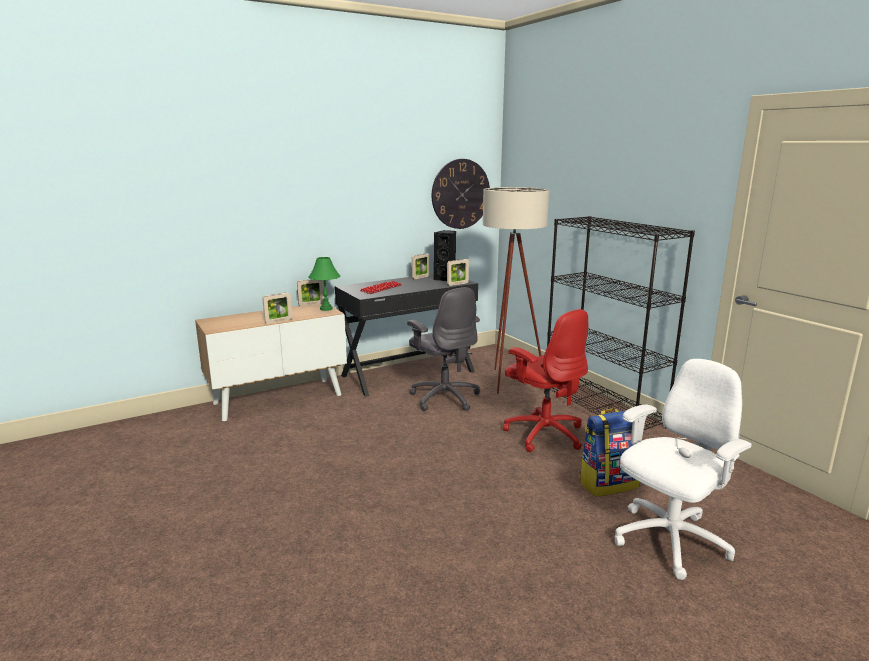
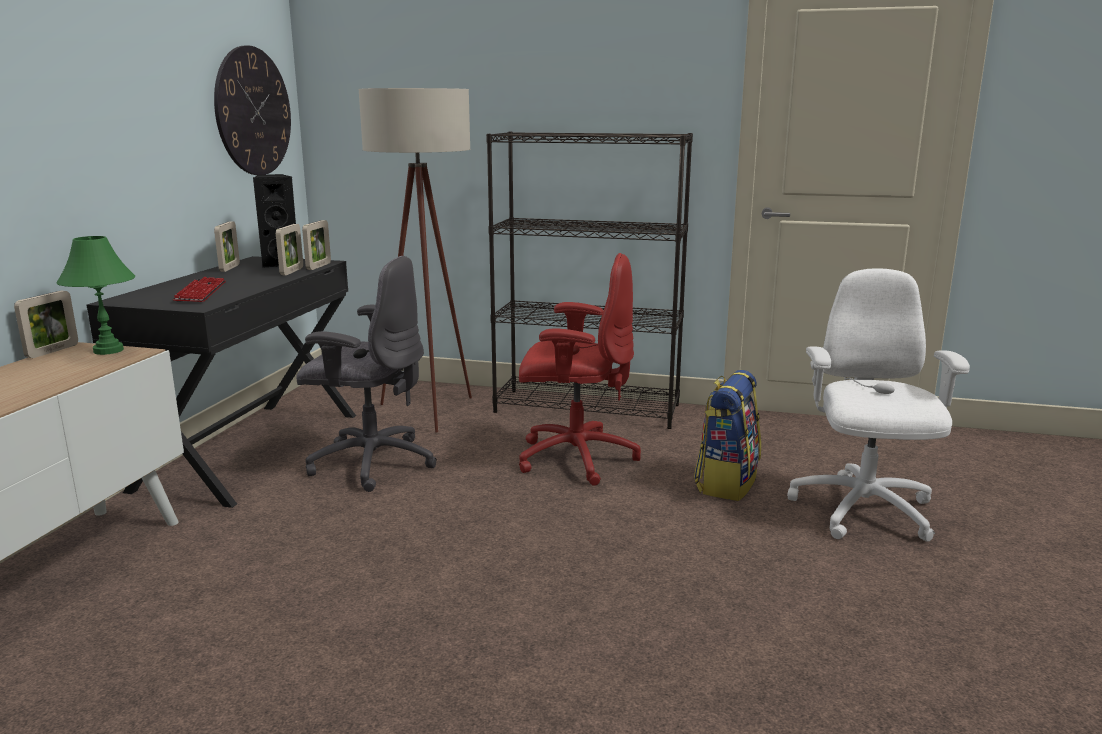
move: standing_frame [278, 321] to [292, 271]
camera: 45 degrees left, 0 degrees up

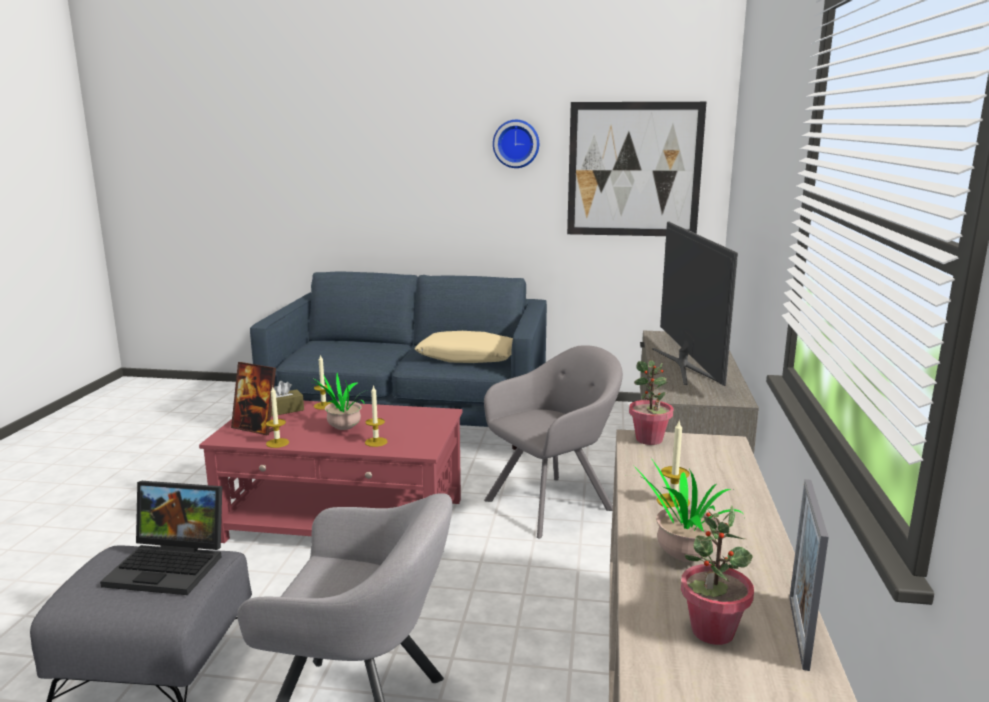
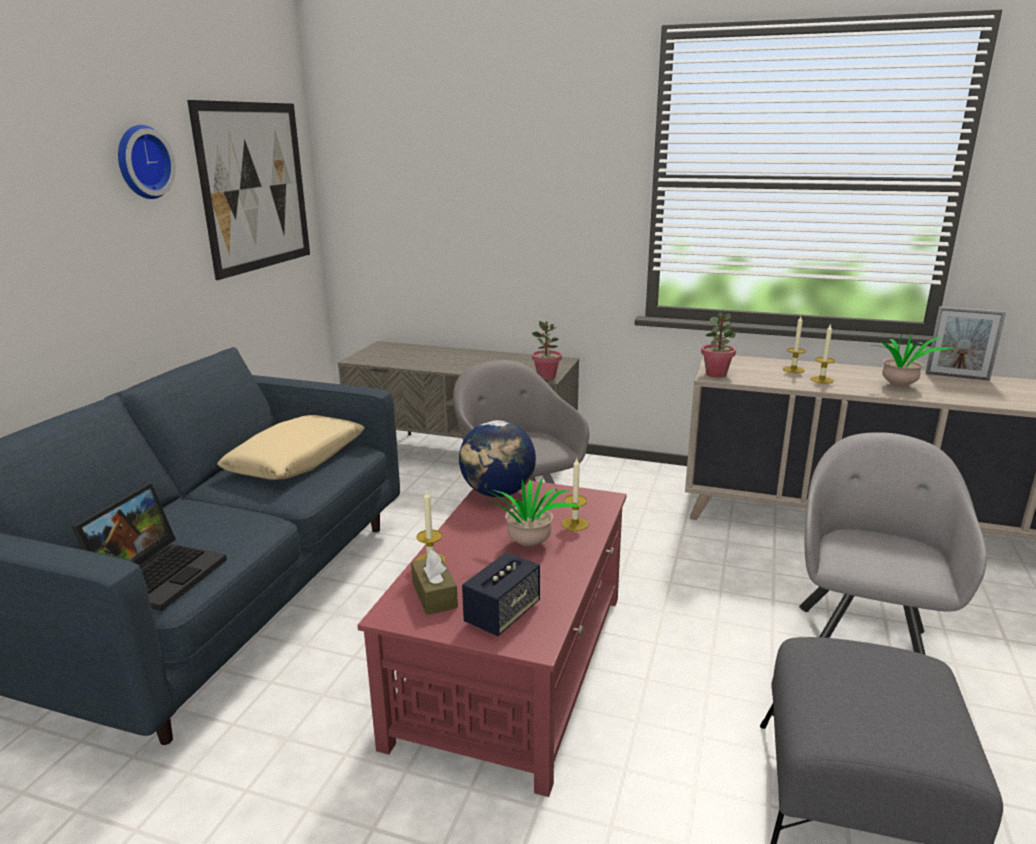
delete: TV [686, 365]
insert: world_globe [498, 493]
move: portable_computer [172, 565] to [160, 574]; wax_candle [277, 443] to [793, 370]; plant_in_a_pot [712, 631] to [546, 377]
replace: standing_frame [256, 428] to audio_speaker [502, 614]
camera: 80 degrees left, 5 degrees up

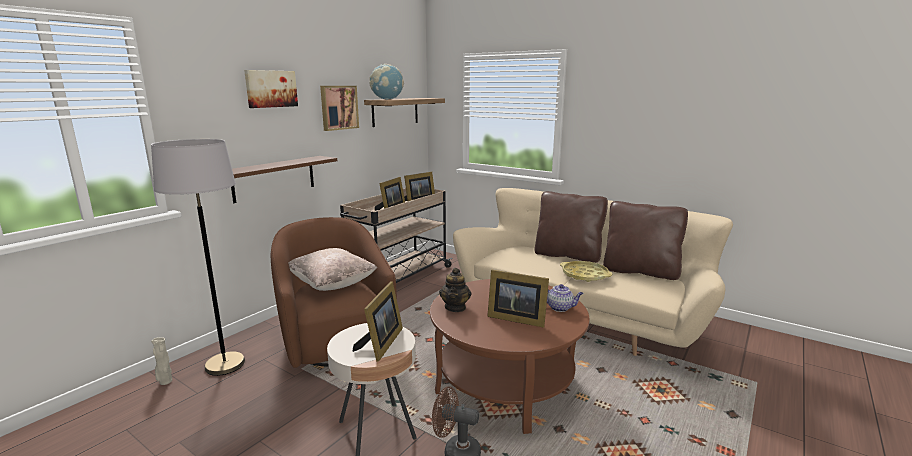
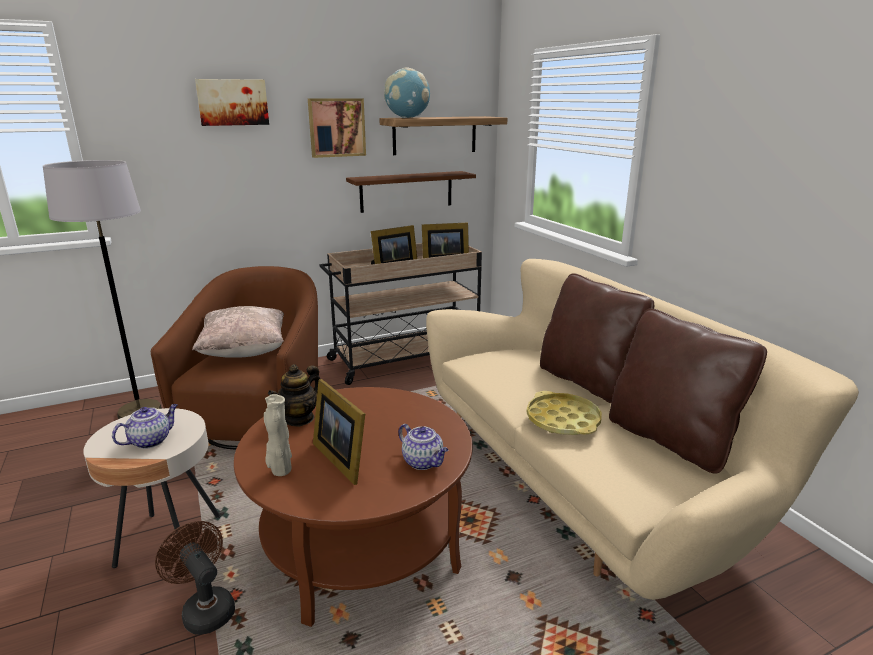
move: sand-coloured_flower_vase [165, 382] to [280, 471]; brown_bracket_shelf [274, 178] to [406, 191]
replace: standing_frame [381, 344] to pot_for_tea [151, 440]
camera: 30 degrees right, 5 degrees up

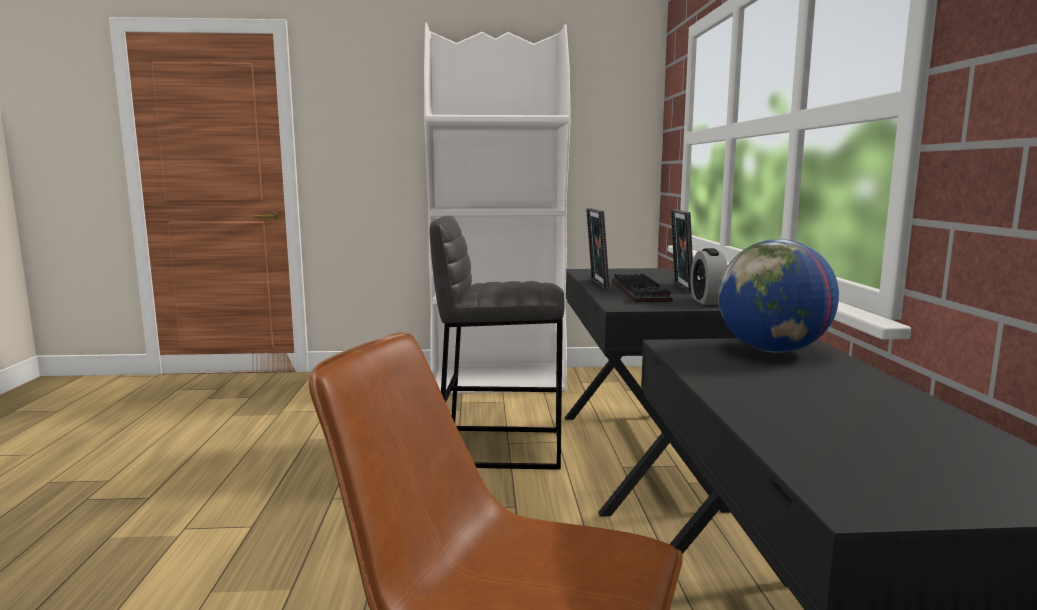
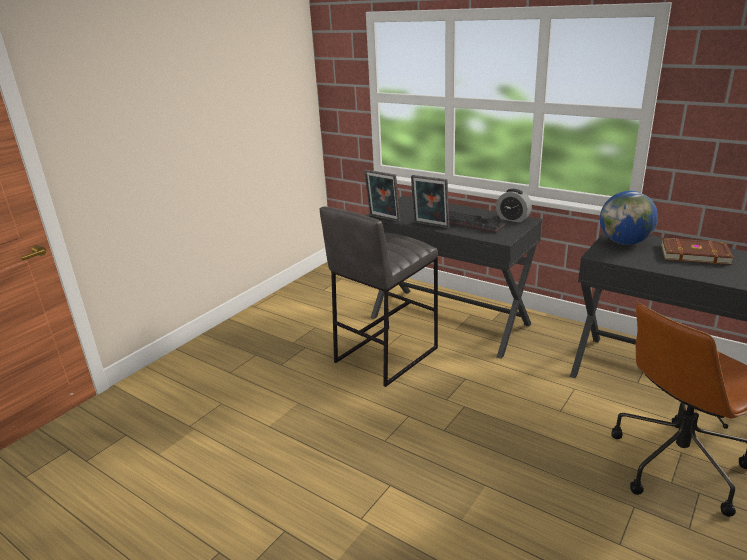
delete: white-coloured_bookshelf [499, 380]
insert: brown_book [694, 253]
move: standing_frame [680, 288] to [383, 218]
camera: 50 degrees left, 15 degrees up

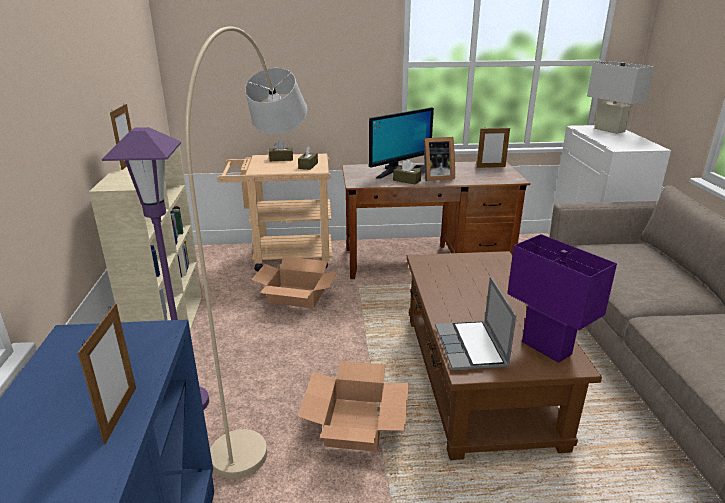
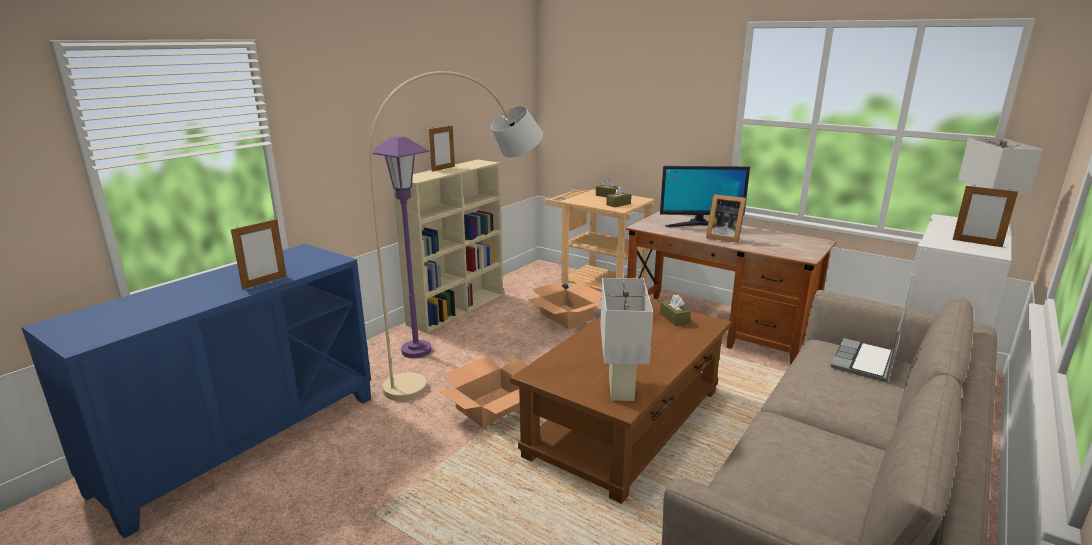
move: brown_box_of_tissues [406, 180] to [674, 318]; portable_computer [472, 347] to [865, 362]; standing_frame [491, 167] to [977, 243]
recolor: purple-coloured_lamp_for_a_table [546, 348] to white-coloured_lamp_for_a_table [621, 389]
camera: 40 degrees right, 5 degrees down

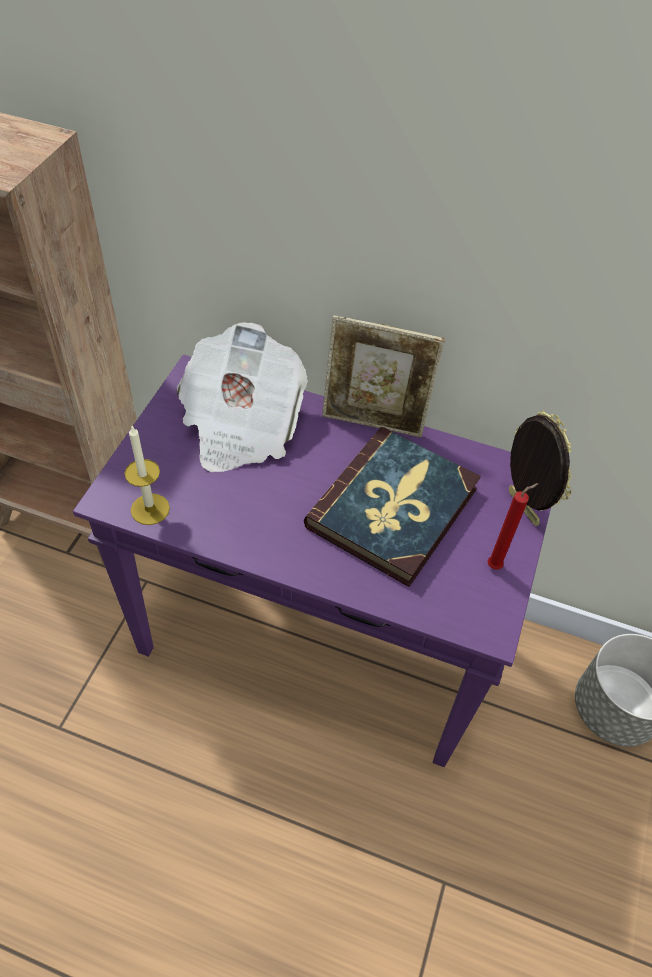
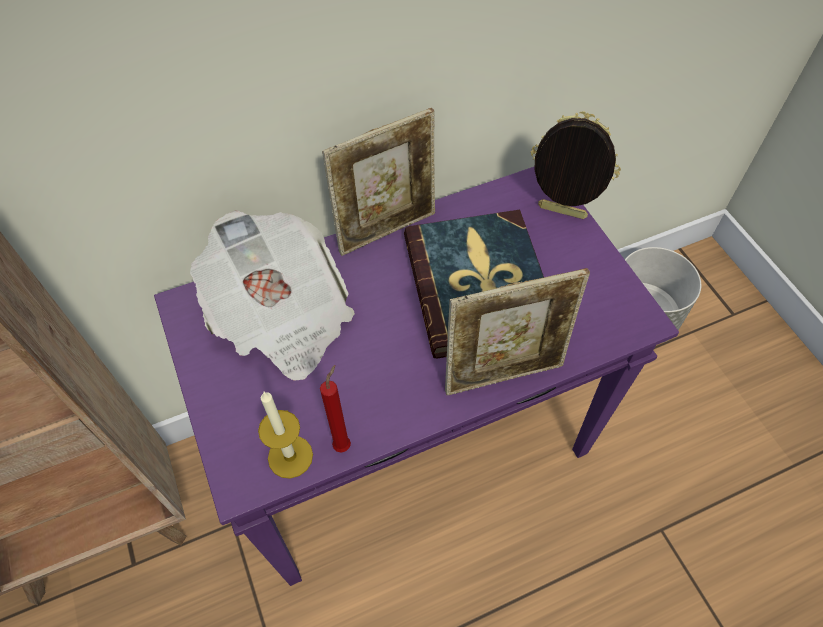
insert: standing_frame [503, 373]
move: red_wax_candle [496, 565] to [343, 444]
camera: 40 degrees left, 5 degrees up

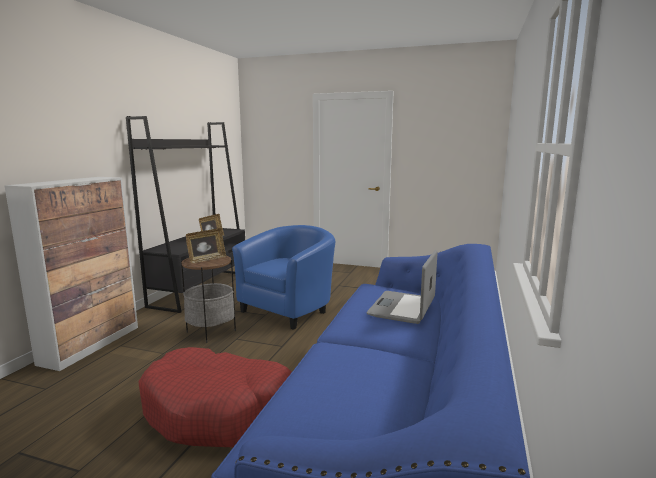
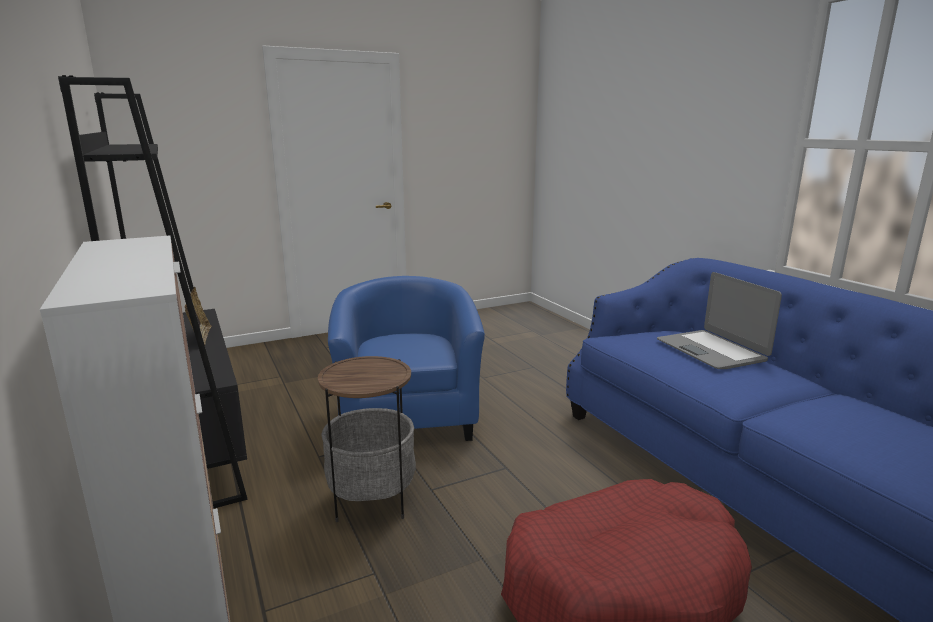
delete: standing_frame [206, 259]
camera: 45 degrees left, 5 degrees up

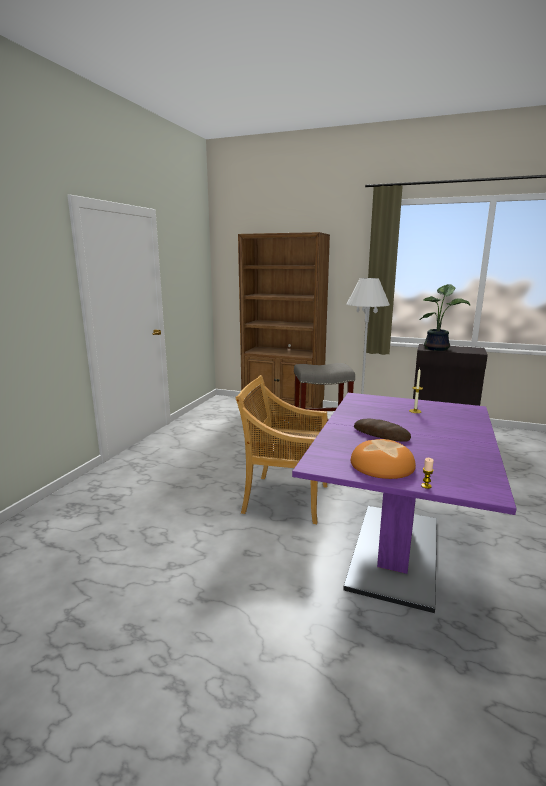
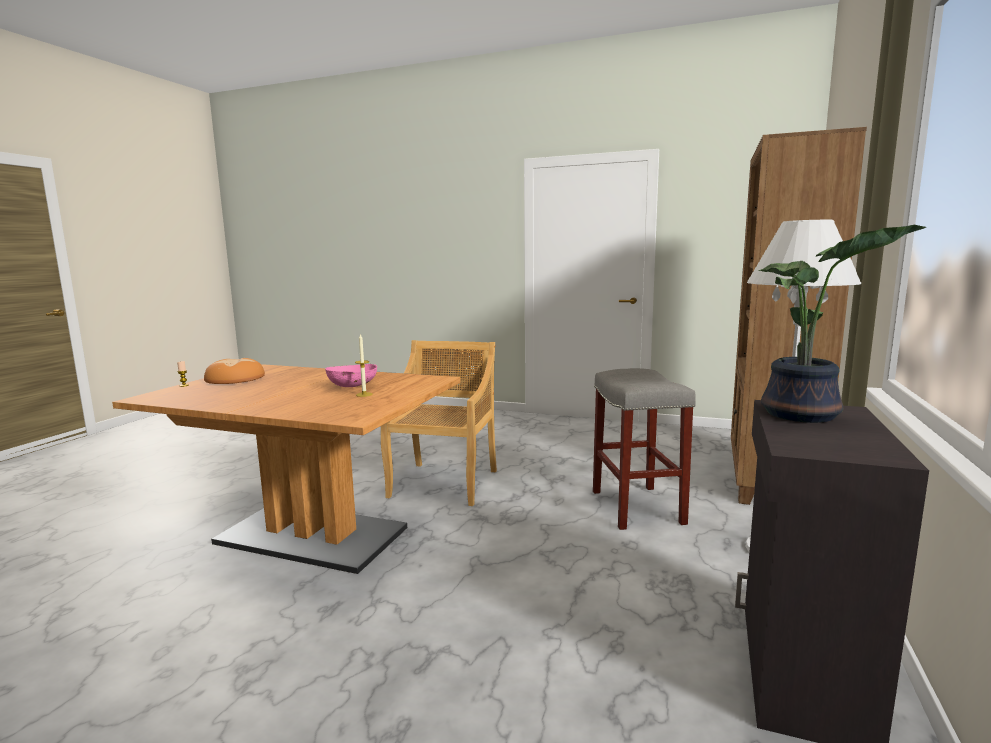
delete: bakery_bread [381, 434]
insert: pinkish_serving_bowl [352, 386]
recolor: purple-coloured_dinner_table [395, 552] to brown_dinner_table [311, 536]
camera: 90 degrees right, 5 degrees down

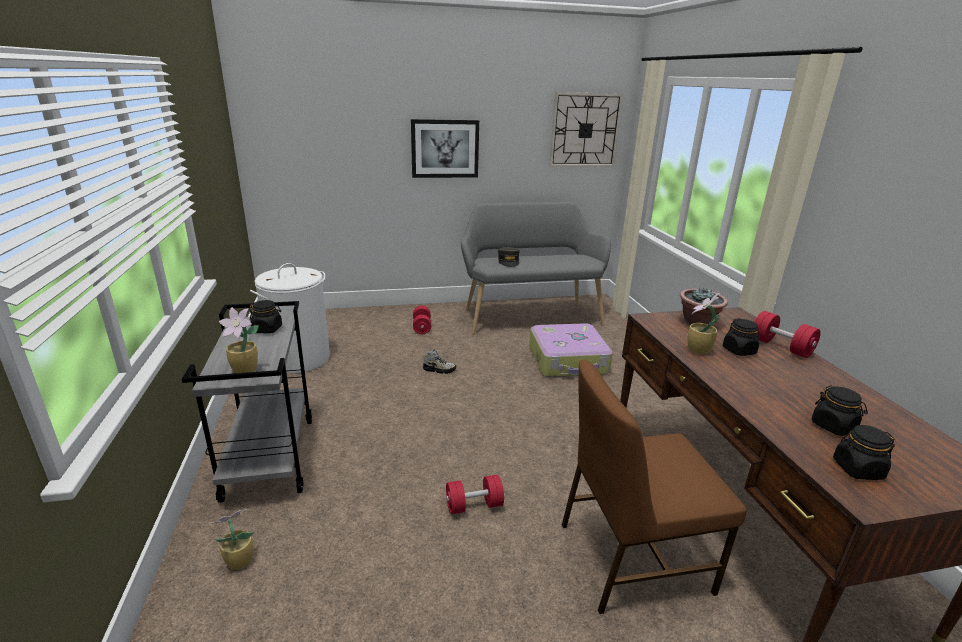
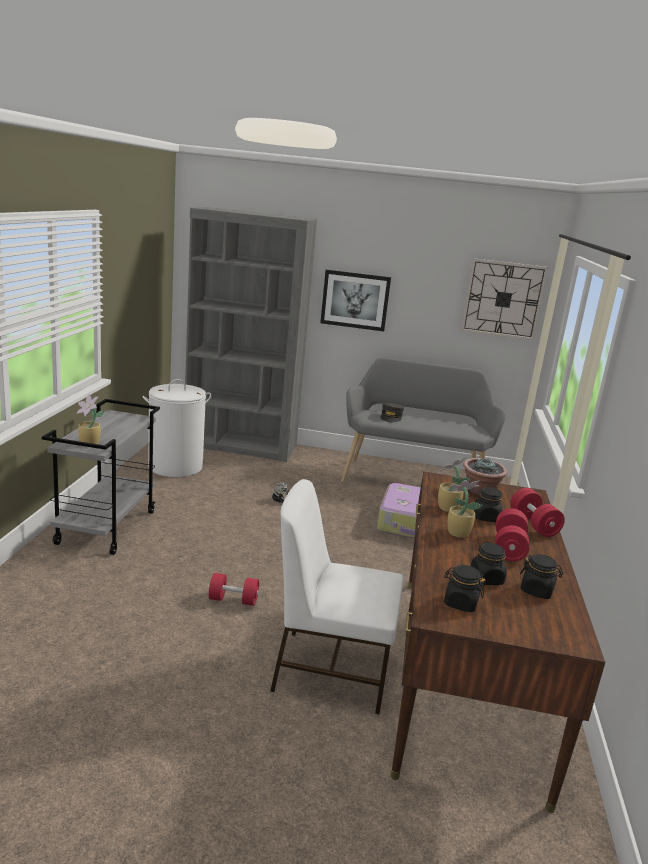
insert: gray_bookshelf [241, 446]
move: plant_in_a_pot [238, 561] to [457, 533]; black_preserve_jar [267, 329] to [537, 591]; red_dumbbell [422, 327] to [509, 548]
recolor: brown_upright_chair [630, 557] to white-coloured_upright_chair [330, 669]
camera: 20 degrees right, 5 degrees down

